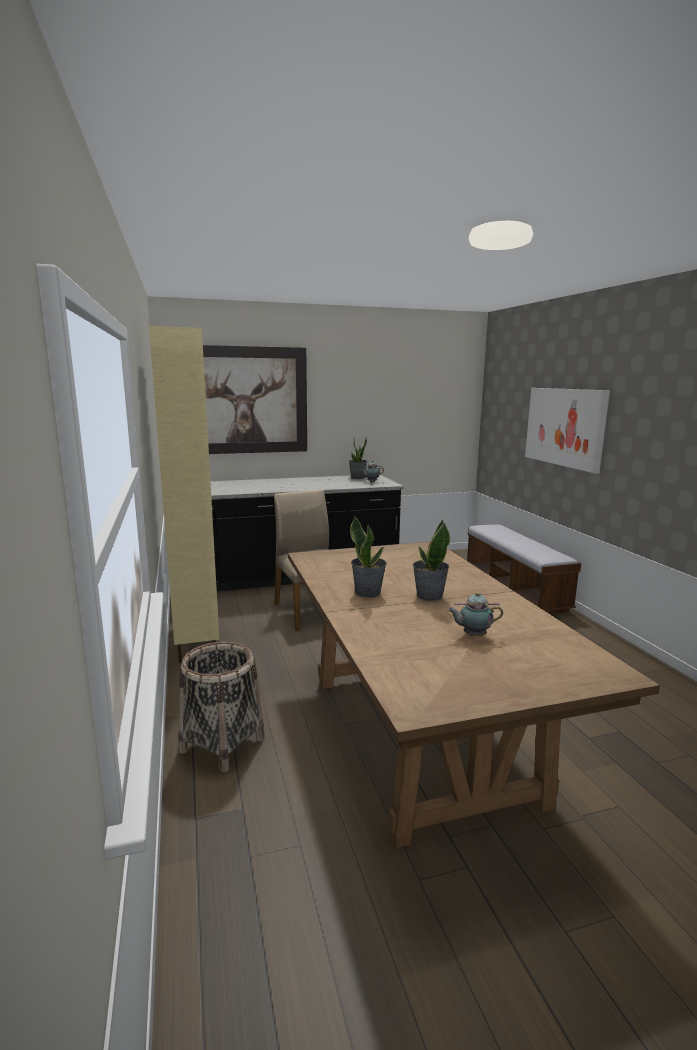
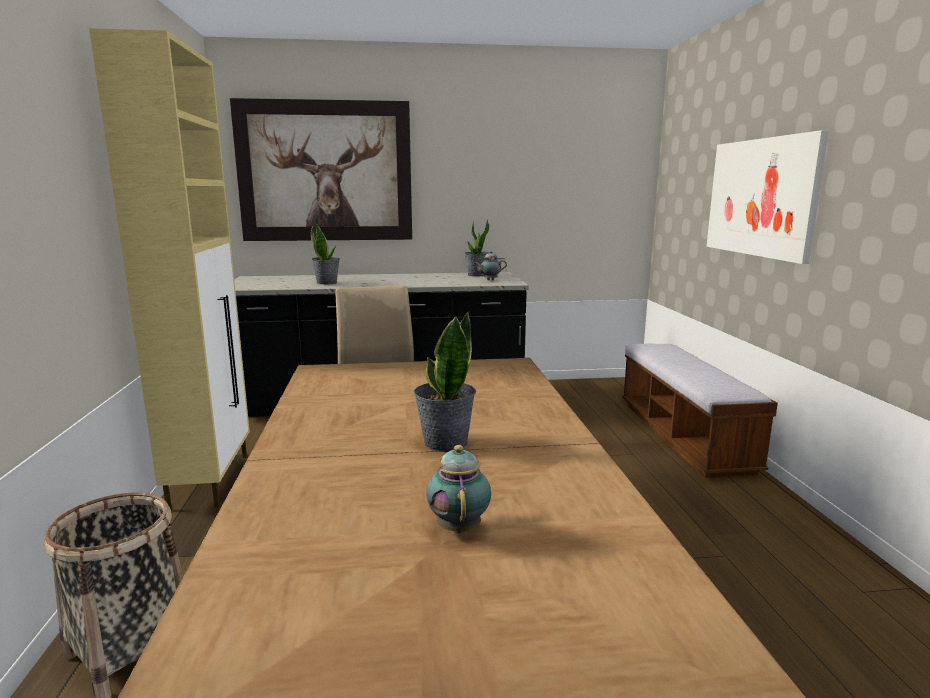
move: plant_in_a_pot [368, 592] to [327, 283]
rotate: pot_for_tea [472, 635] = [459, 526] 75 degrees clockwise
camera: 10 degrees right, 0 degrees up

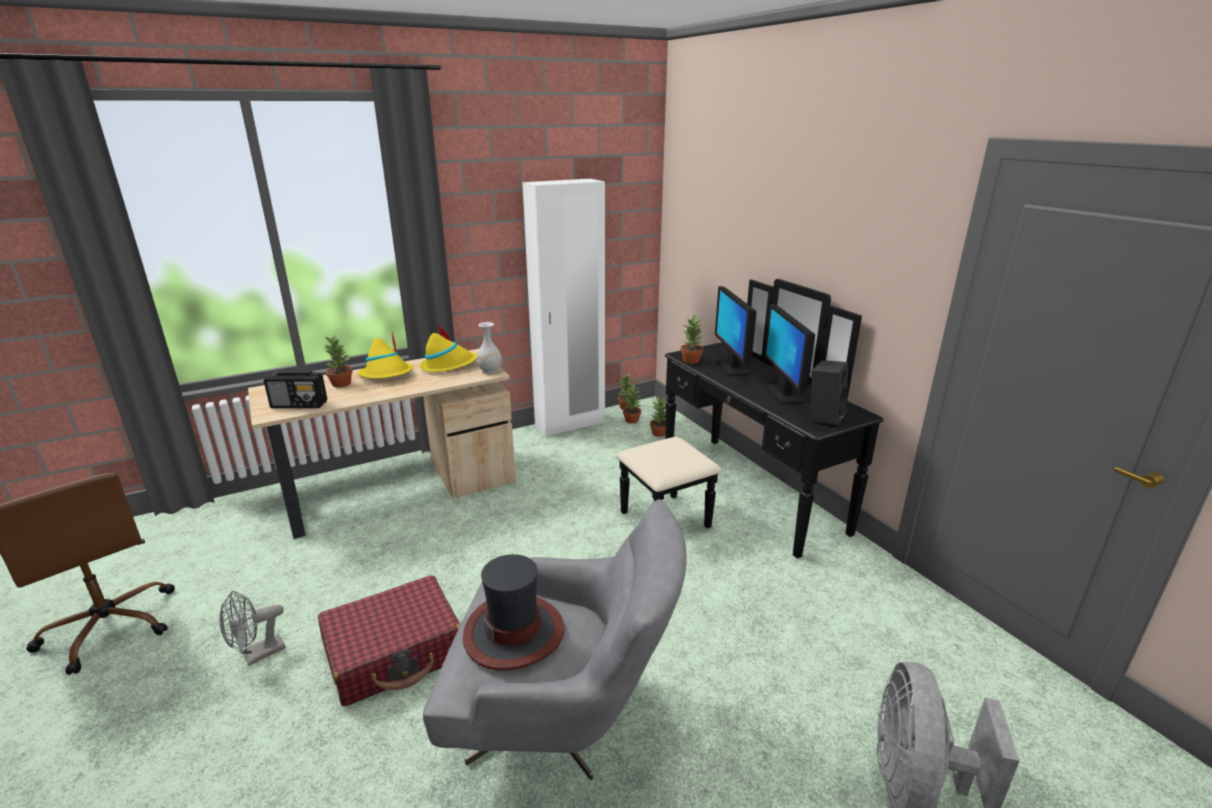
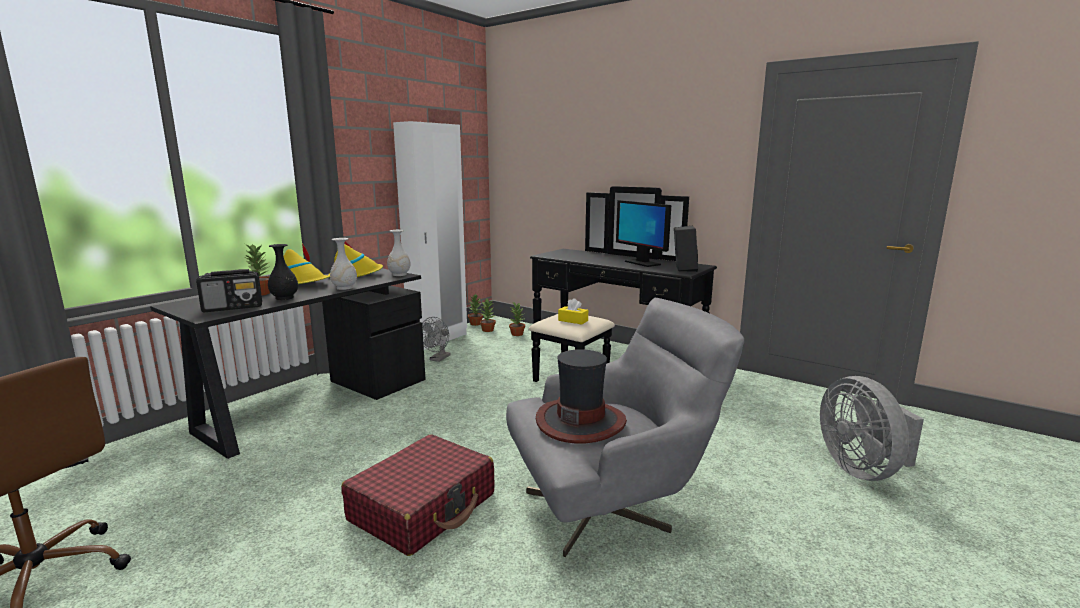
delete: plant_in_a_pot [691, 360]; computer_display [732, 367]
insert: black_flower_vase [284, 298]; white-coloured_flower_vase [345, 288]; yellowish_box_of_tissues [573, 320]
move: gray_electric_fan [258, 655] to [438, 359]
recolor: sand-coloured_desk [398, 490] to black_desk [314, 404]
camera: 25 degrees left, 10 degrees down

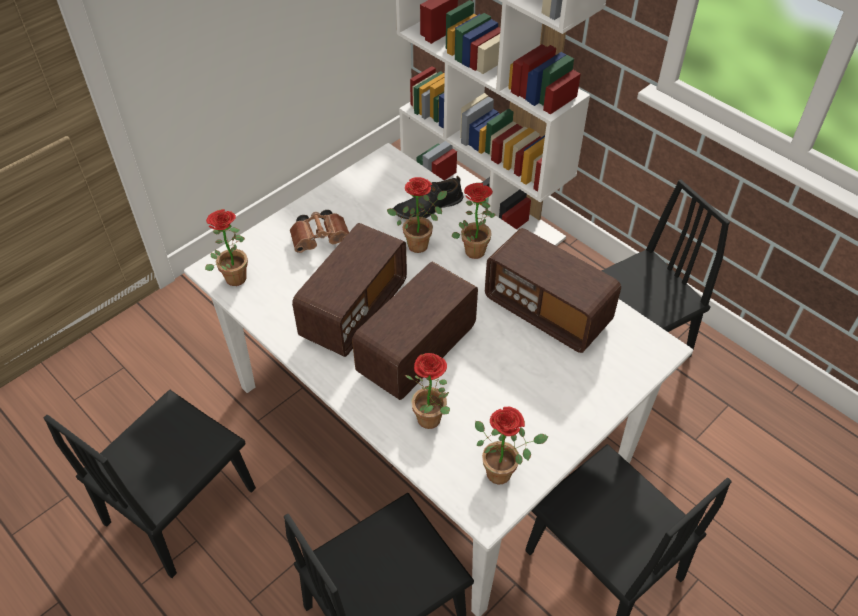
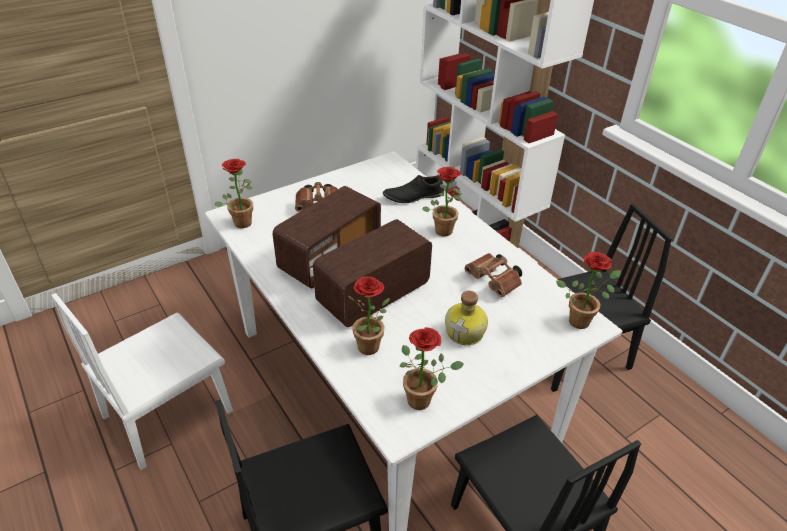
insert: bottle [466, 332]
move: plant_in_a_pot [420, 242] to [581, 319]
replace: radio_receiver [547, 311] to brown_pair_of_binoculars [494, 282]
recolor: black_upright_chair [180, 505] to white-coloured_upright_chair [168, 413]
camera: 10 degrees right, 10 degrees down

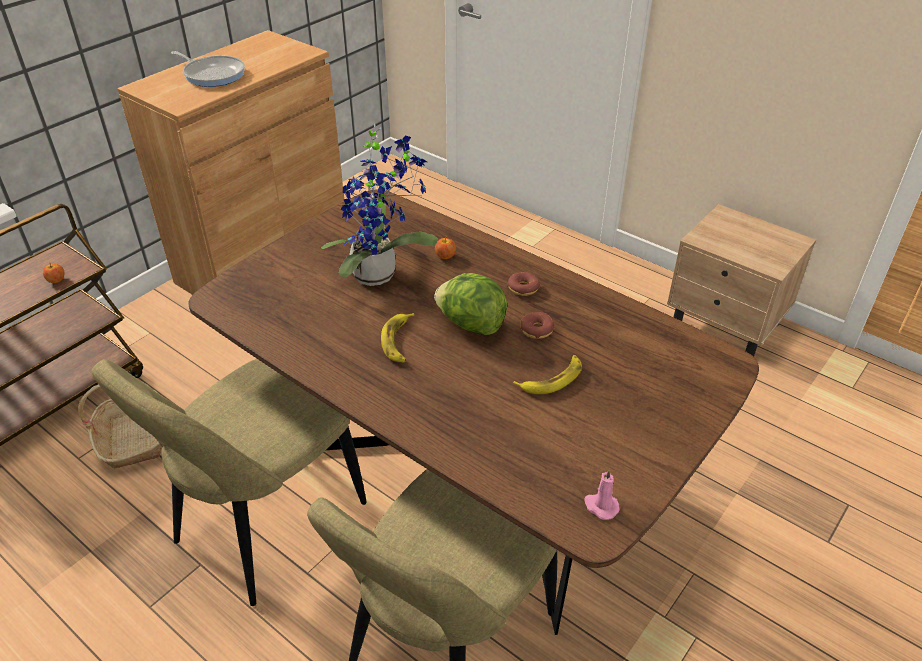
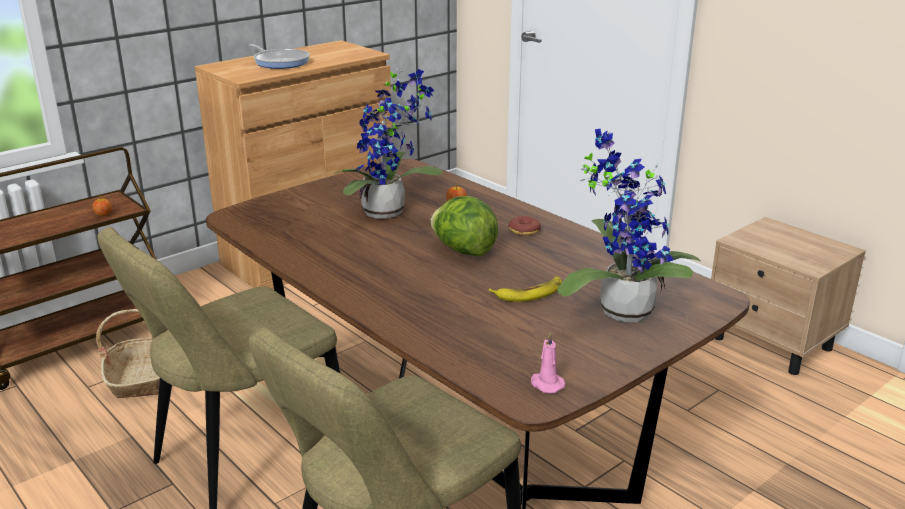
delete: whole_banana [399, 341]; donut [537, 330]
insert: plant_in_a_pot [620, 308]
camera: 10 degrees right, 15 degrees down

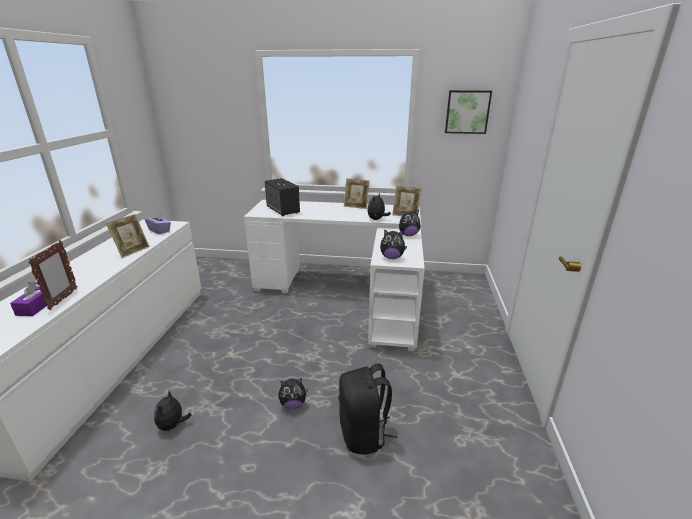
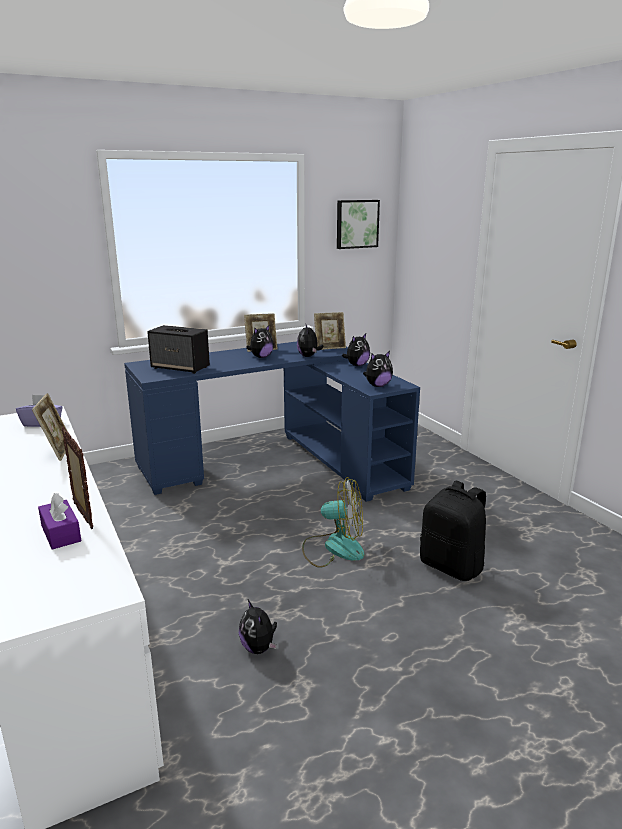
insert: electric_fan [334, 547]
move: cuddly_toy [293, 404] to [261, 357]
recolor: white-coloured_desk [349, 293] to bluish_desk [278, 463]
camera: 35 degrees left, 5 degrees down

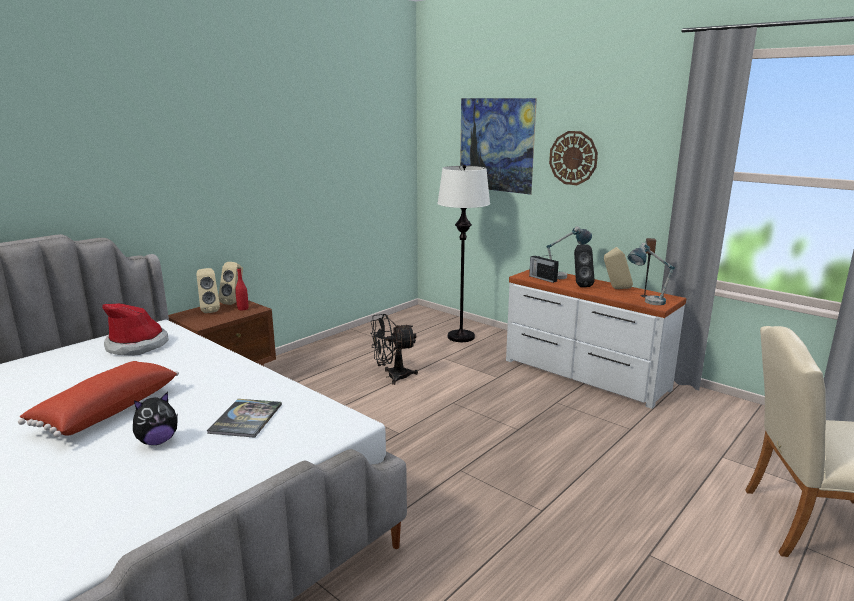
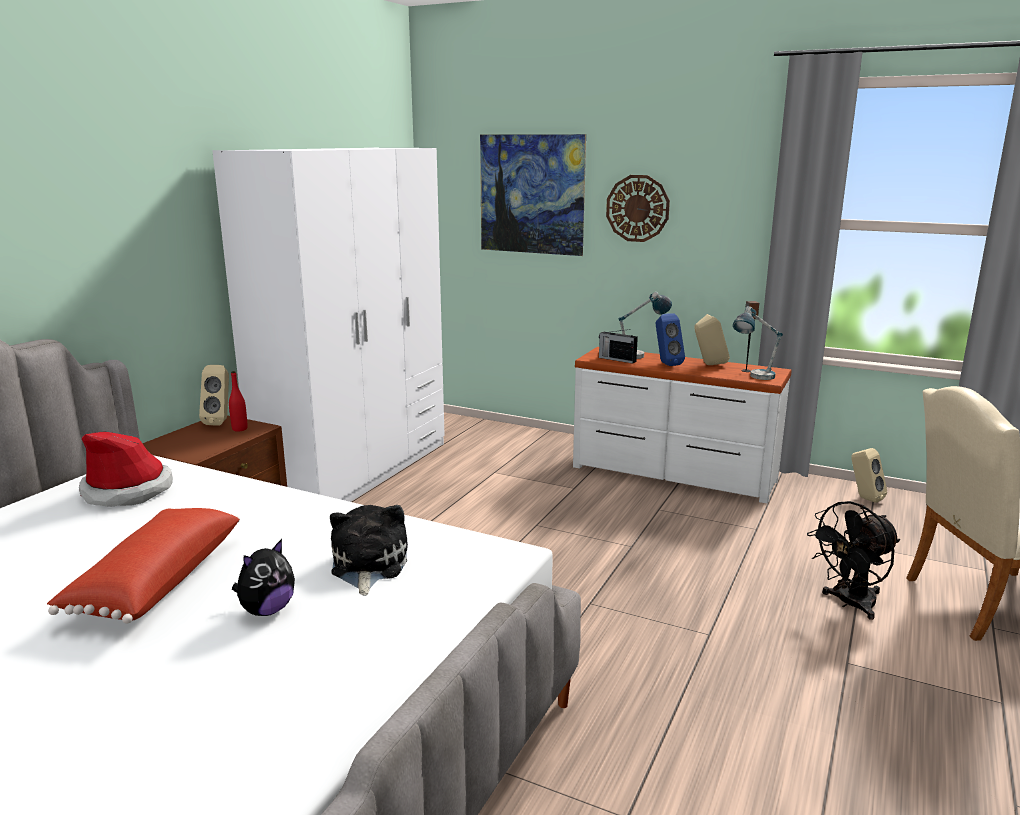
delete: white-coloured_standard_lamp [461, 337]
insert: white-coloured_clothes_cupboard [357, 471]
move: sand-coloured_audio_speaker [209, 310] to [864, 498]; black_electric_fan [392, 376] to [850, 604]
replace: book [246, 419] to cuddly_toy [367, 566]
recolor: black_audio_speaker [580, 285] to bluish_audio_speaker [666, 364]
camera: 15 degrees left, 0 degrees up

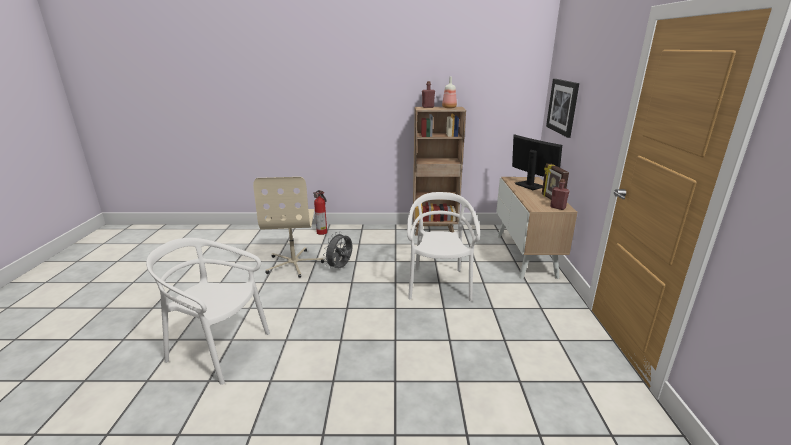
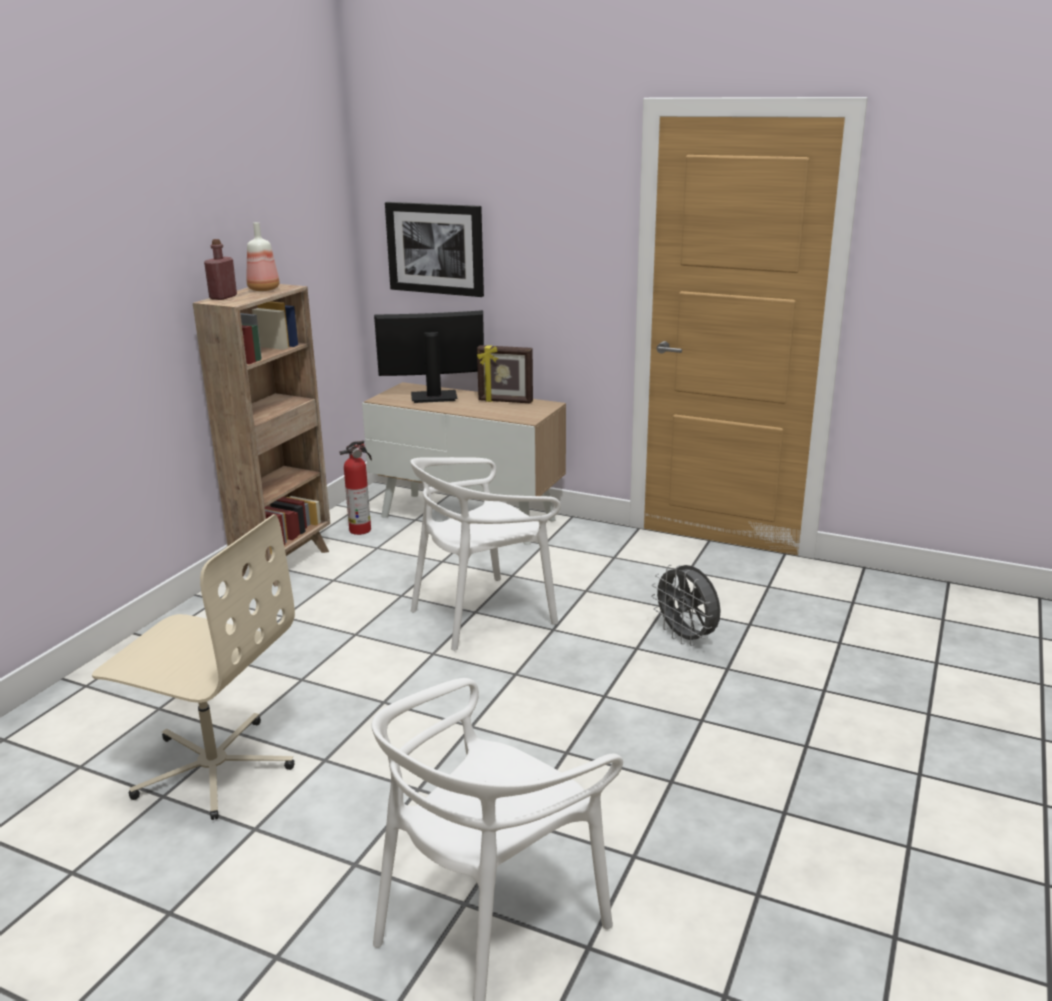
delete: red_bottle [557, 207]
move: fire_extinguisher [322, 232] to [361, 529]; gray_electric_fan [340, 268] to [686, 638]
rotate: white-coloured_upright_chair [439, 285] = [482, 614] 60 degrees counterclockwise
camera: 65 degrees left, 0 degrees up

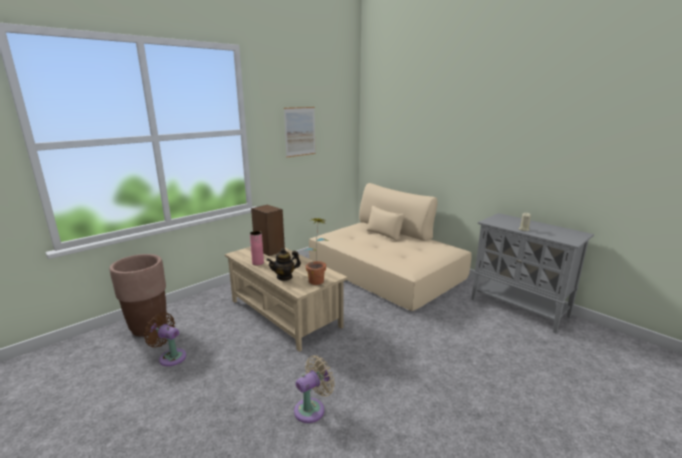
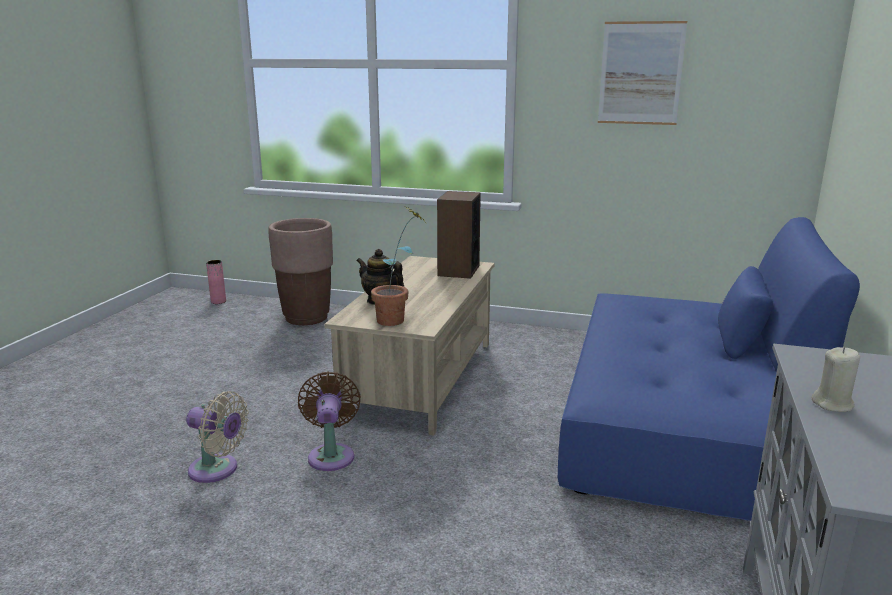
move: brown_electric_fan [170, 357] to [331, 455]; pinkish_flower_vase [258, 263] to [218, 301]
recolor: sand-coloured_couch [386, 272] to bluish_couch [689, 422]
camera: 60 degrees right, 0 degrees up

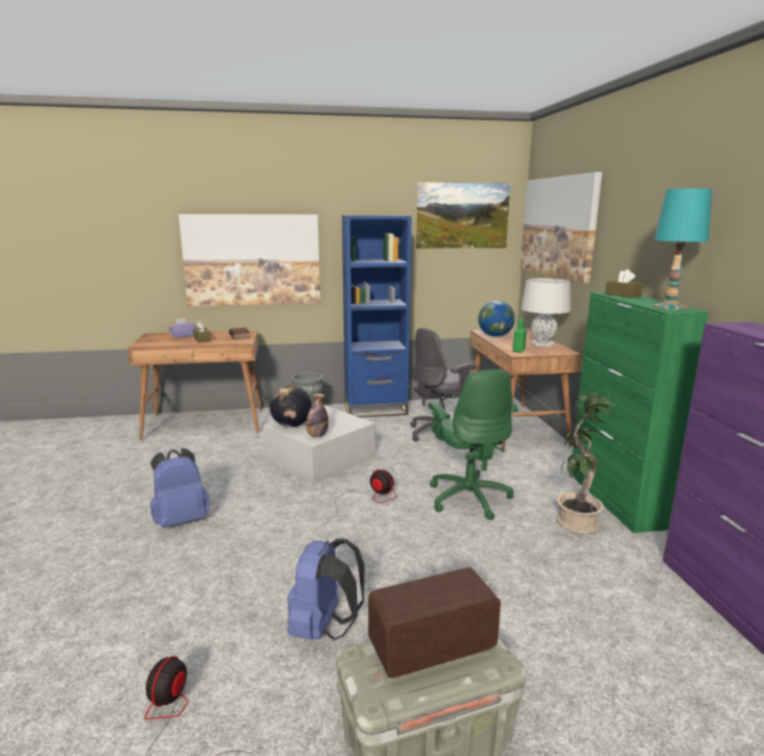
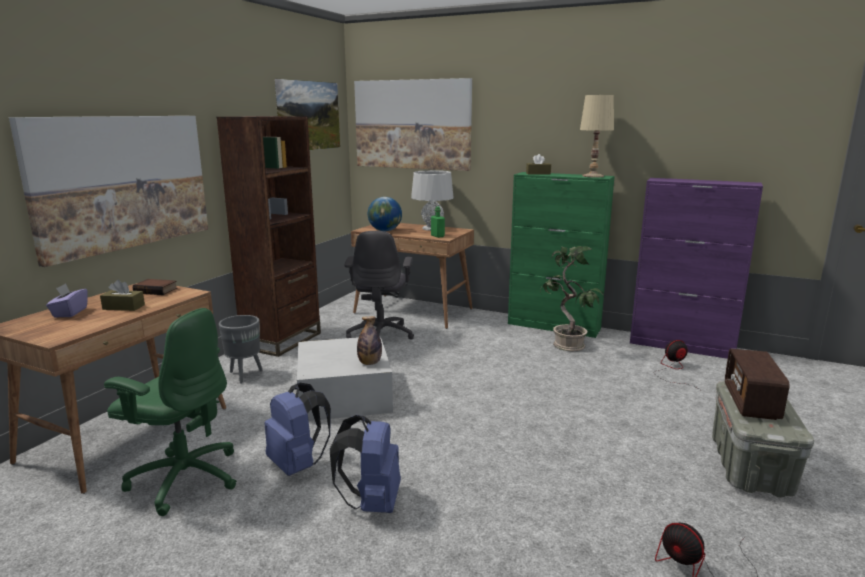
delete: world_globe [291, 425]
move: bluish_backpack [324, 628] to [298, 465]; electric_fan [368, 499] to [673, 370]; greenish_office_chair [469, 497] to [184, 478]
recolor: bluish_bookshelf [375, 409] to brown_bookshelf [282, 340]; blue-green_lamp_for_a_table [669, 307] to sand-coloured_lamp_for_a_table [593, 176]
camera: 55 degrees left, 0 degrees up

